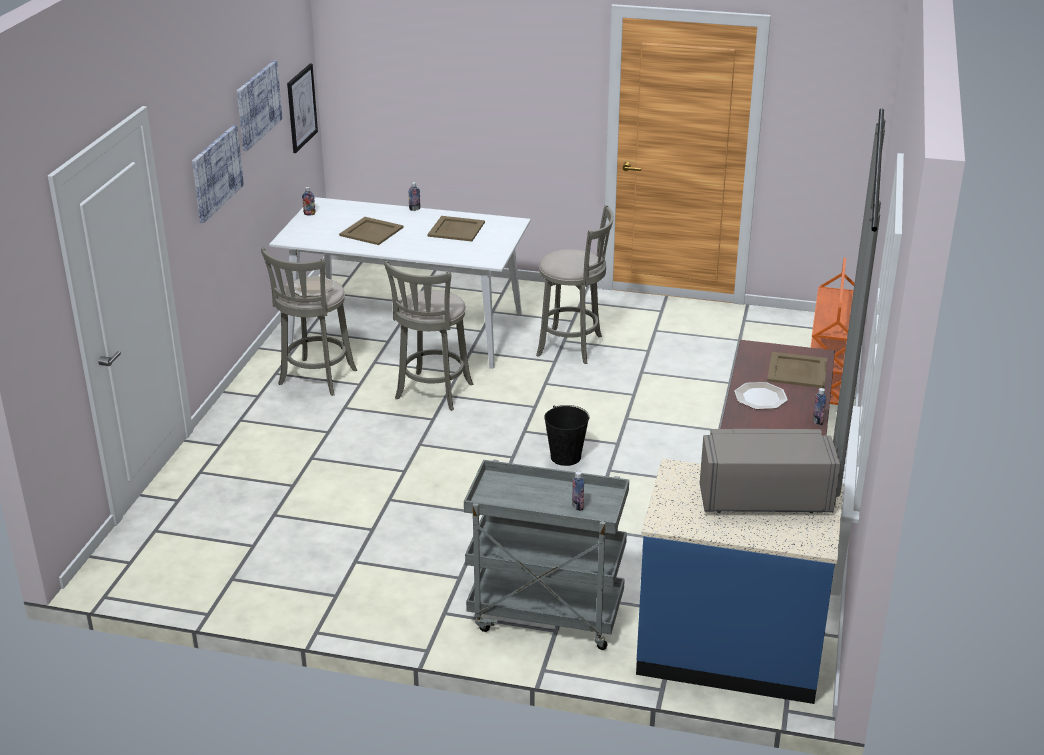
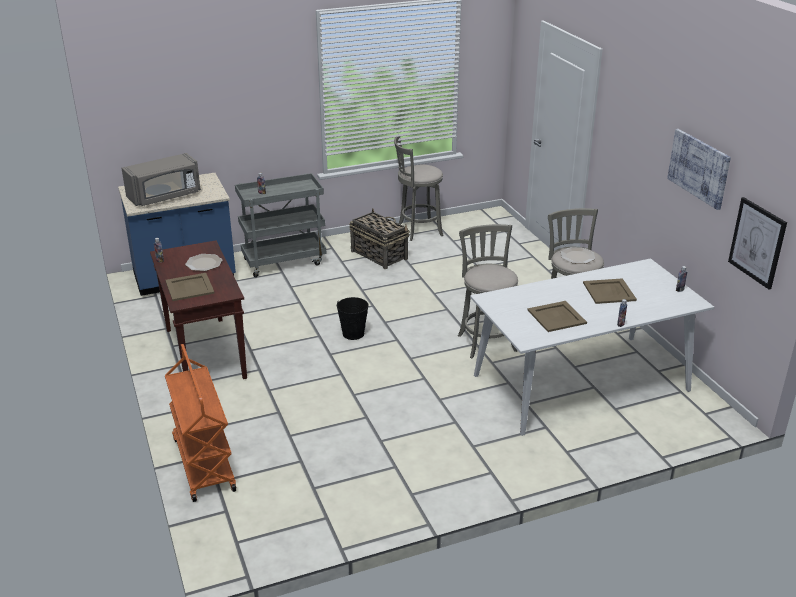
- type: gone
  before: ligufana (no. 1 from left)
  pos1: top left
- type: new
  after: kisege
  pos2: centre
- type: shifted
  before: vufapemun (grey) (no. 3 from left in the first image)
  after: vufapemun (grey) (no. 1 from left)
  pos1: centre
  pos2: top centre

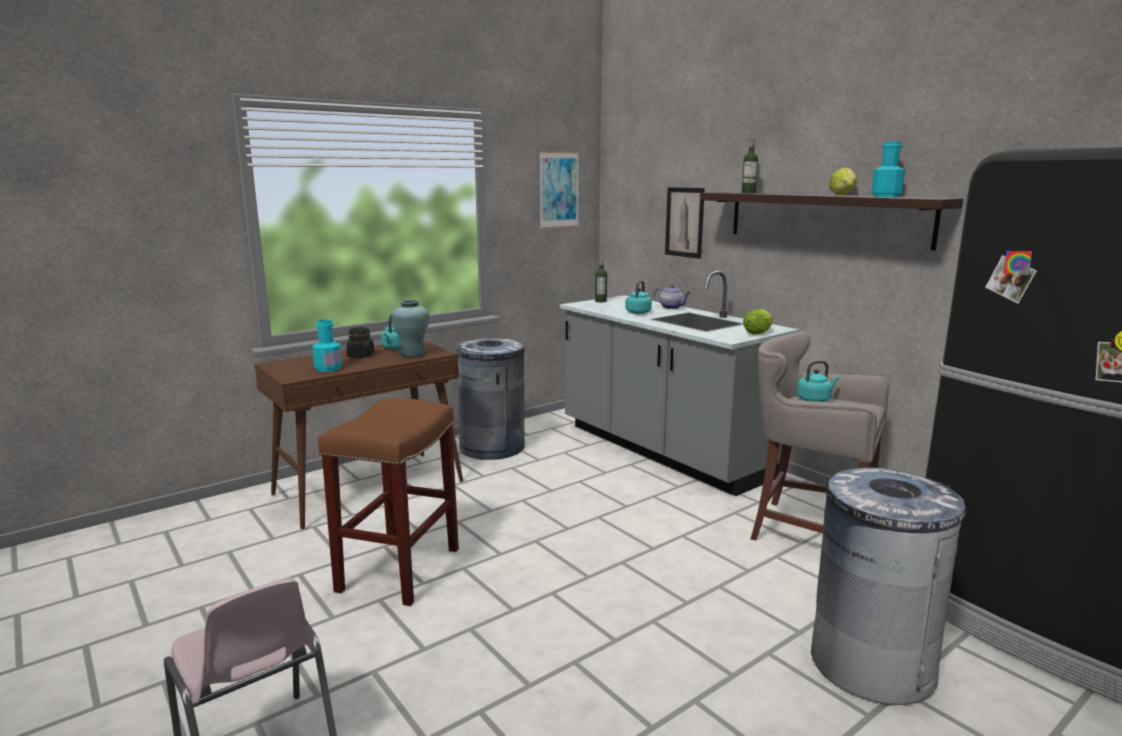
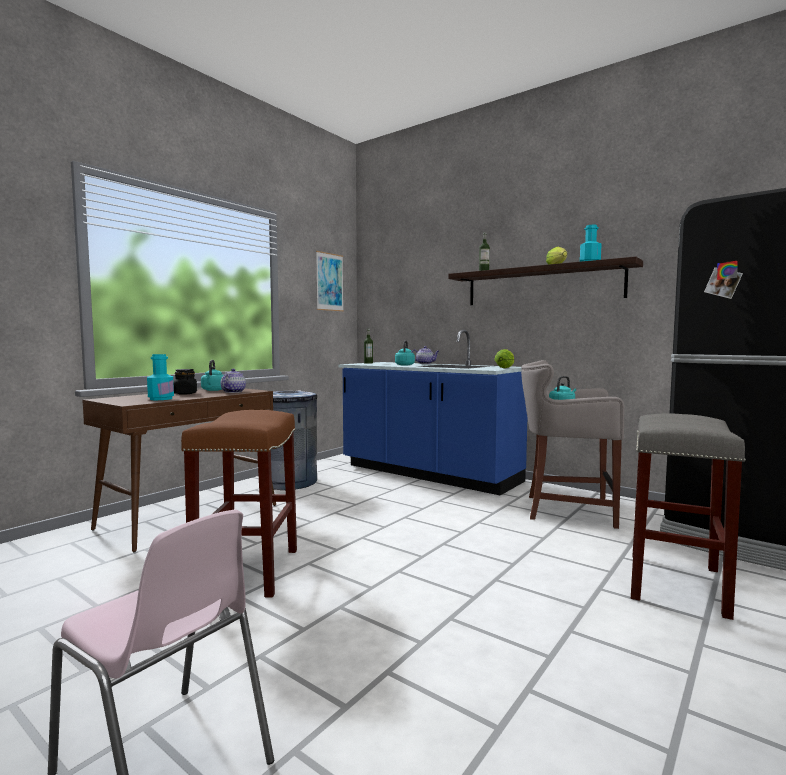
- type: gone
  before: ligufana (no. 2 from left)
  pos1: top centre
- type: swapped
  before: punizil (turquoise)
  after: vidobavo (no. 1 from left)
  pos1: centre
  pos2: middle left
- type: swapped
  before: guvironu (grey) (no. 2 from left)
  after: vufapemun (grey) (no. 2 from left)
  pos1: bottom right
  pos2: middle right
- type: repainted
  before: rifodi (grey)
  after: rifodi (blue)
  pos1: centre
  pos2: centre

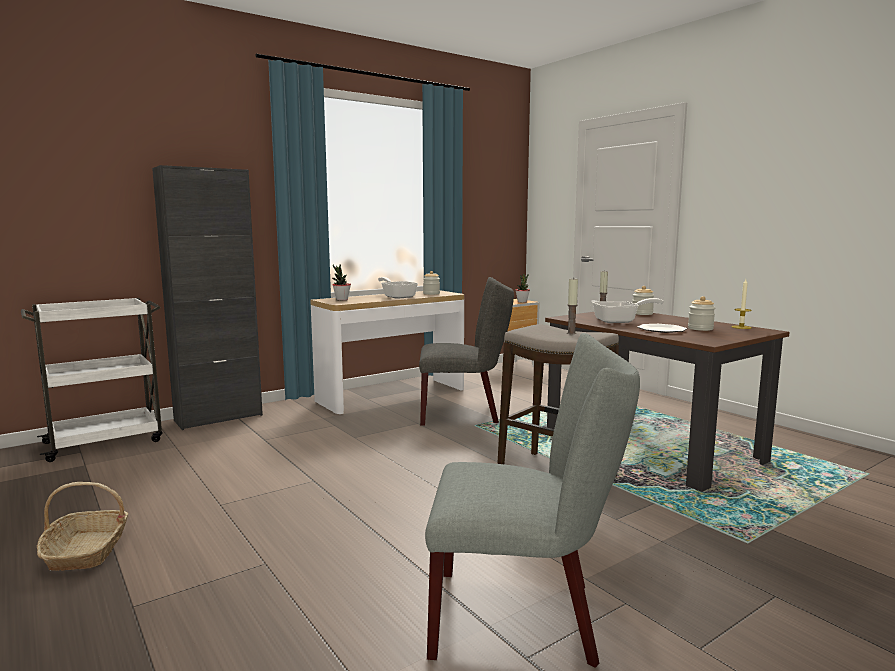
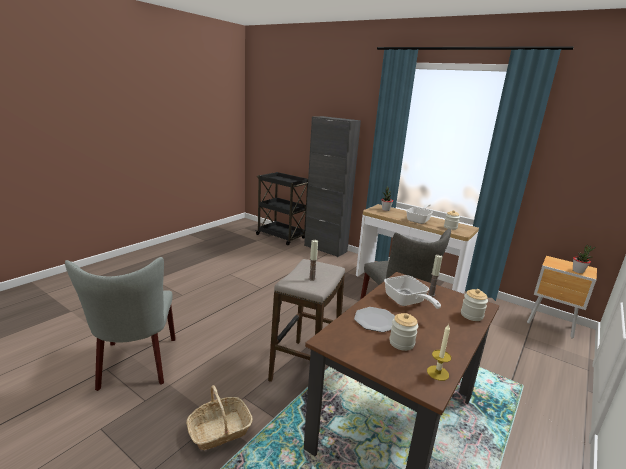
- type: shifted
  before: kisege
  pos1: bottom left
  pos2: bottom centre
- type: repainted
  before: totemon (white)
  after: totemon (black)
  pos1: middle left
  pos2: centre

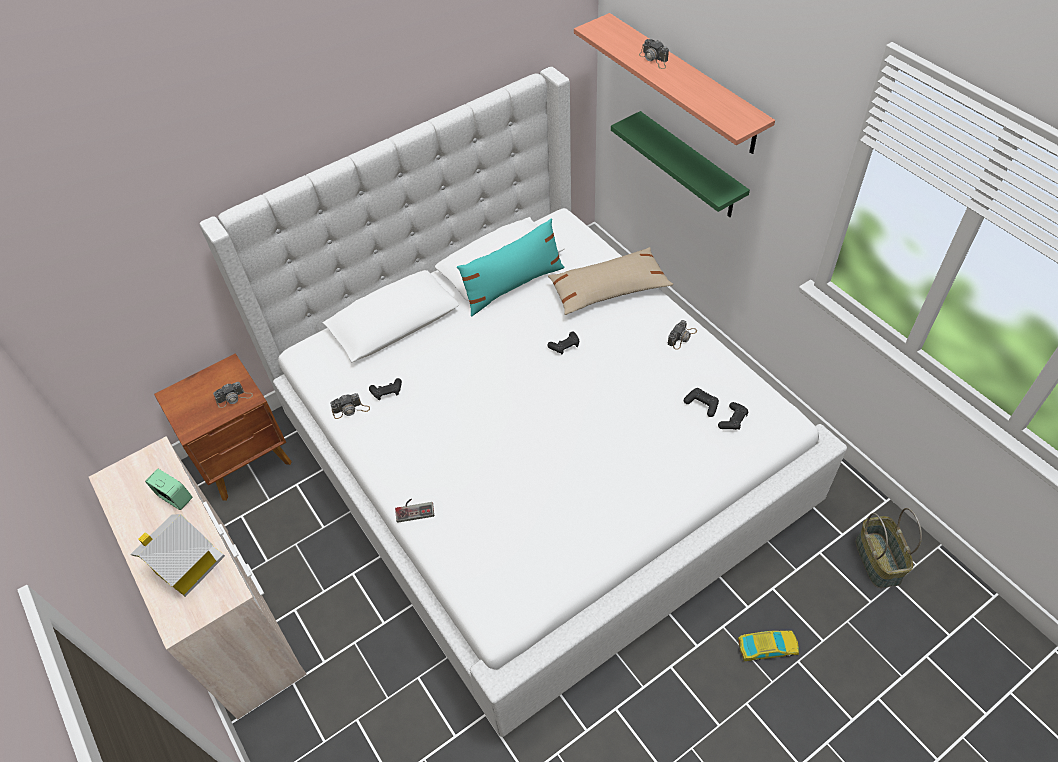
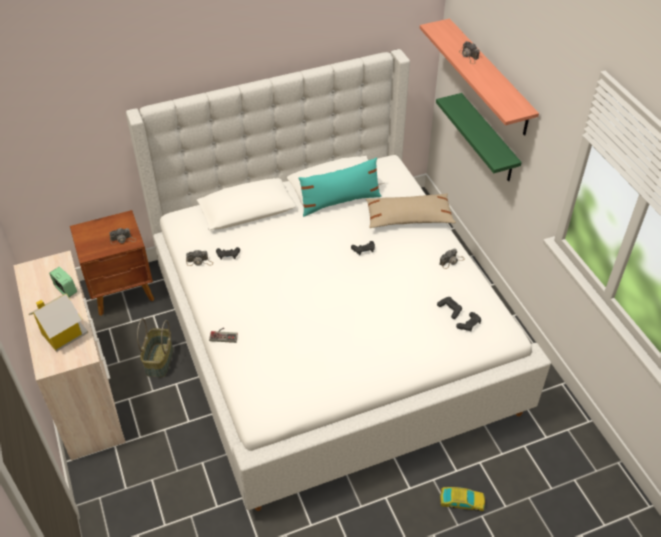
- type: shifted
  before: kisege
  pos1: bottom right
  pos2: middle left

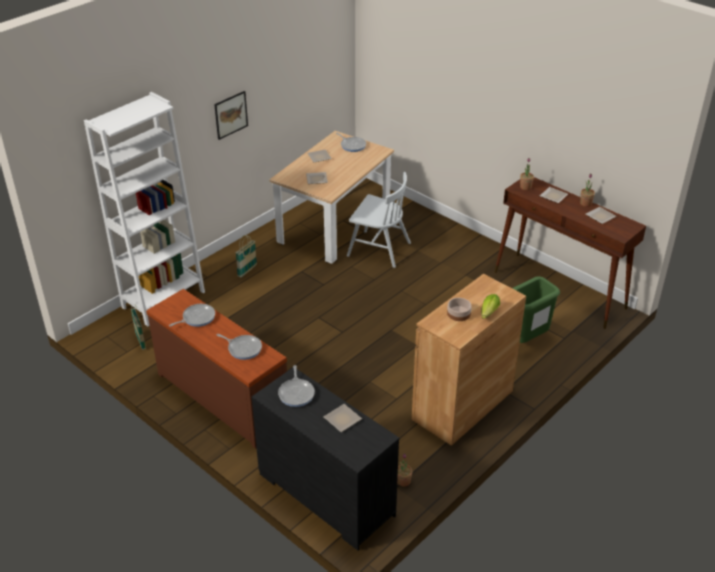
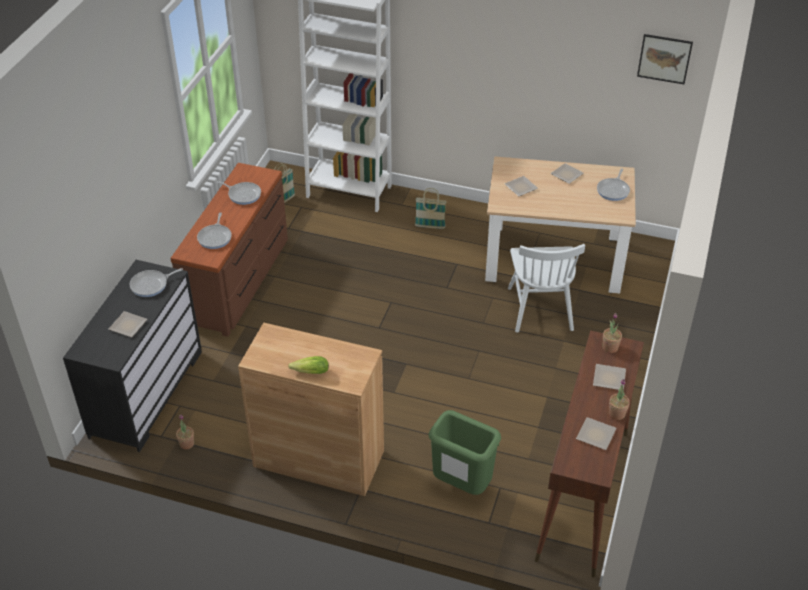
- type: gone
  before: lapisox
  pos1: centre
- type: shifted
  before: ligufana
  pos1: top left
  pos2: top right

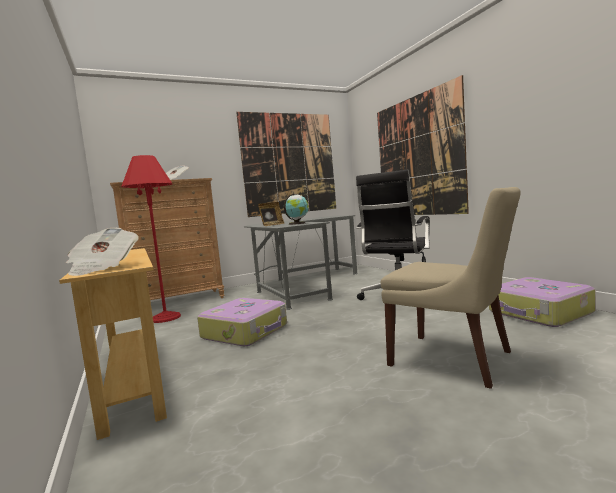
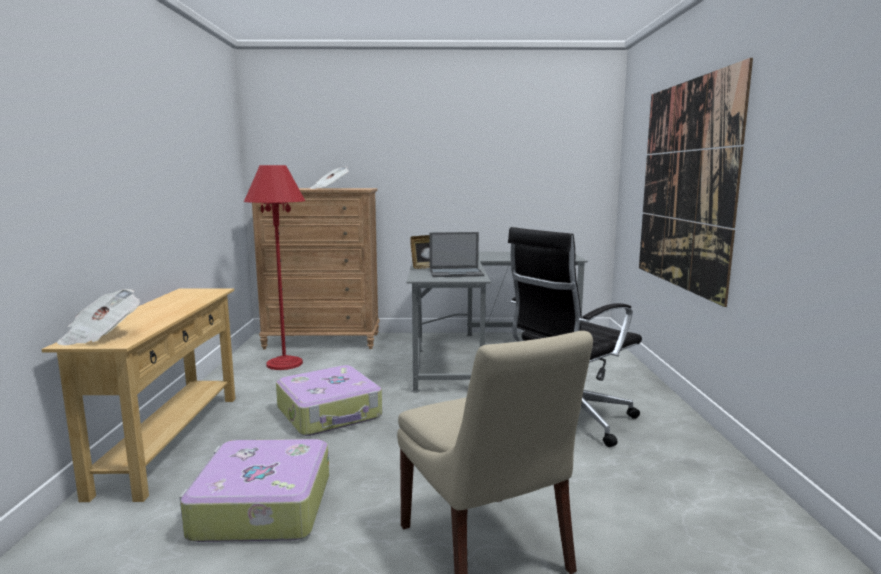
- type: gone
  before: ligufana (no. 1 from left)
  pos1: top centre
- type: shifted
  before: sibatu (no. 2 from left in the first image)
  after: sibatu (no. 1 from left)
  pos1: middle right
  pos2: bottom left
- type: swapped
  before: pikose
  after: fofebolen
  pos1: centre
  pos2: centre

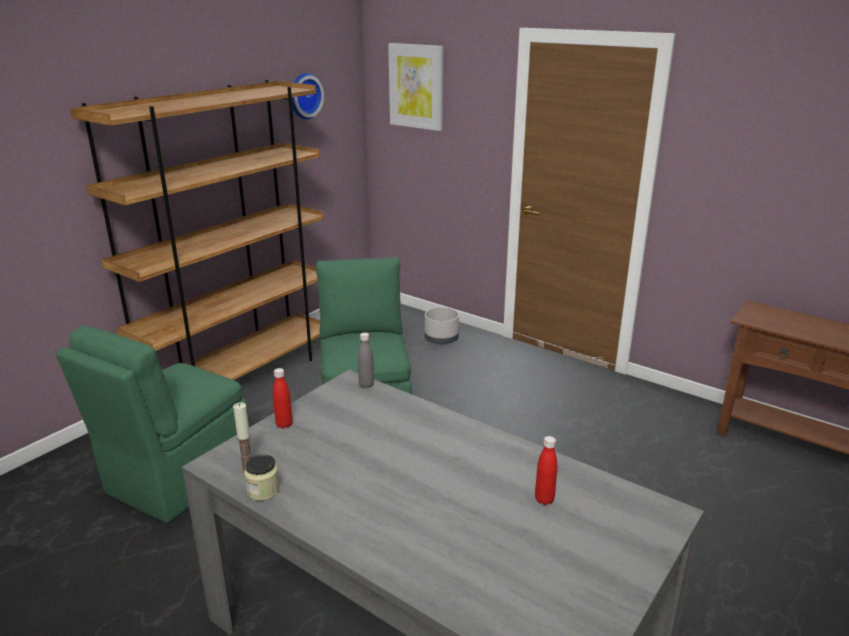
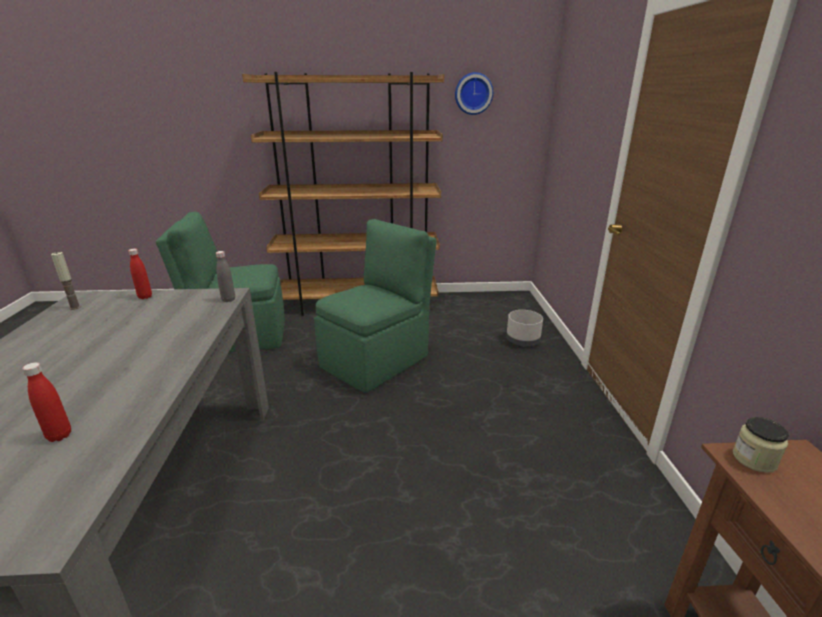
- type: gone
  before: ligufana
  pos1: top centre
- type: shifted
  before: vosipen
  pos1: bottom left
  pos2: bottom right

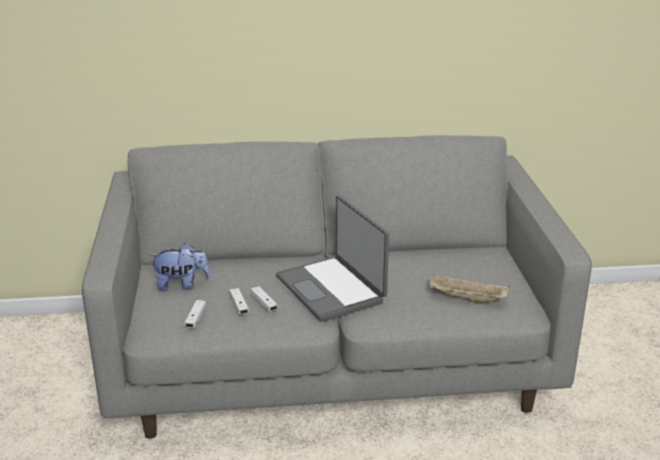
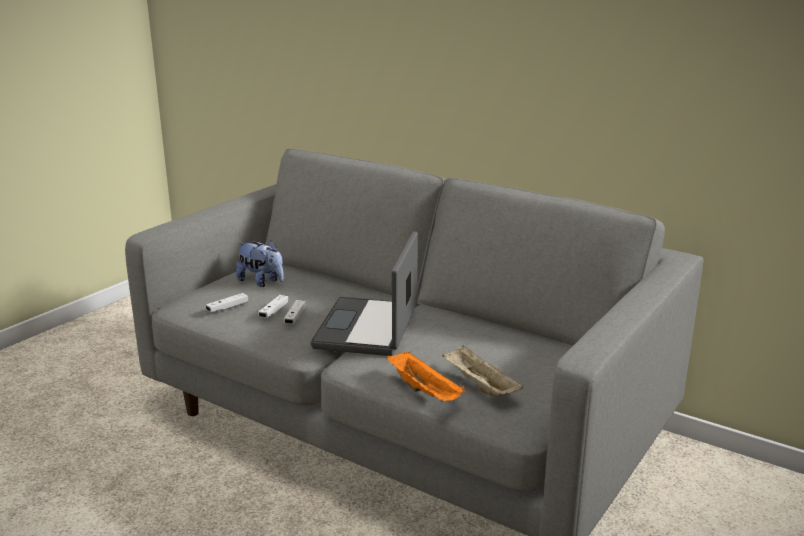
- type: new
  after: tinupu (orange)
  pos2: bottom centre

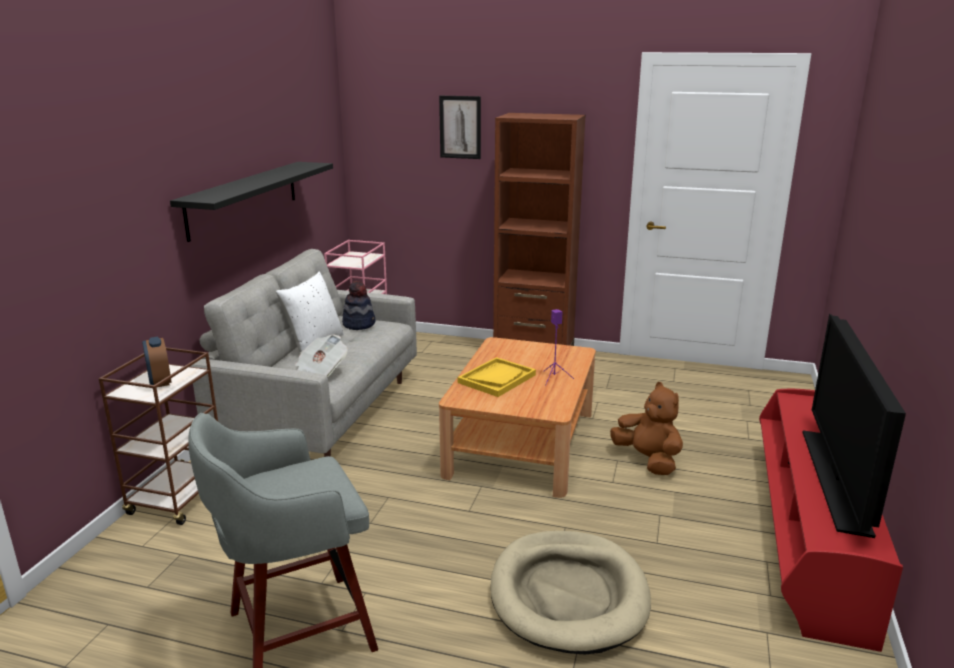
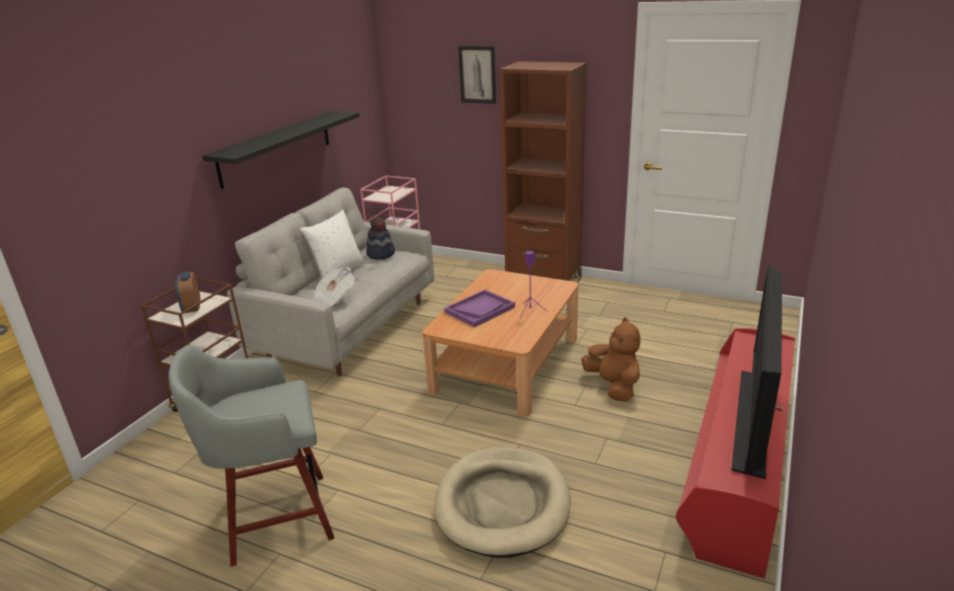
- type: repainted
  before: tinupu (yellow)
  after: tinupu (purple)
  pos1: centre
  pos2: centre

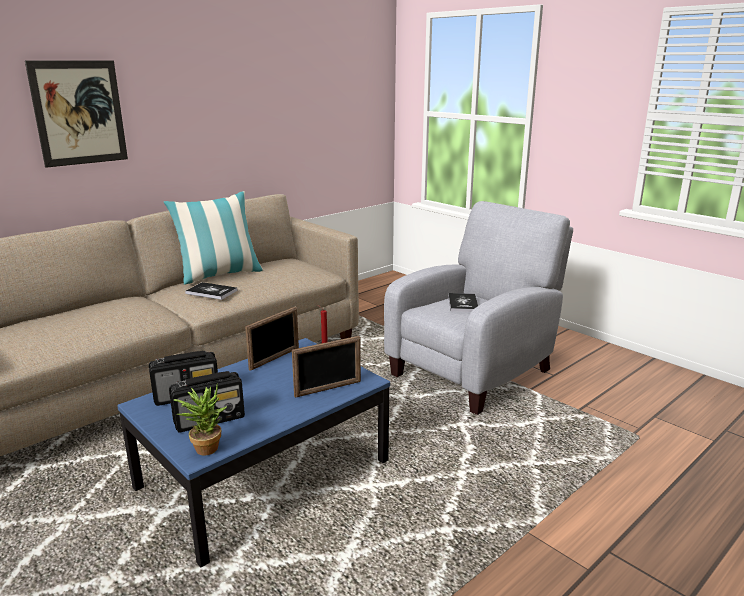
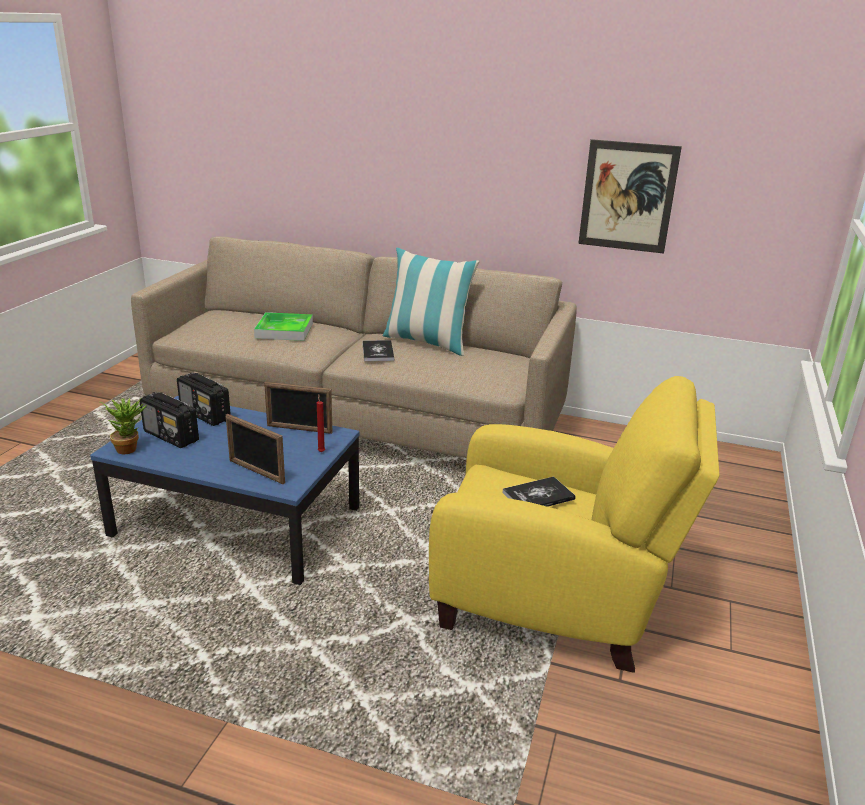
- type: new
  after: tinupu
  pos2: middle left
- type: shifted
  before: ligufana
  pos1: top left
  pos2: top right
- type: repainted
  before: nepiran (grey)
  after: nepiran (yellow)
  pos1: centre
  pos2: centre

